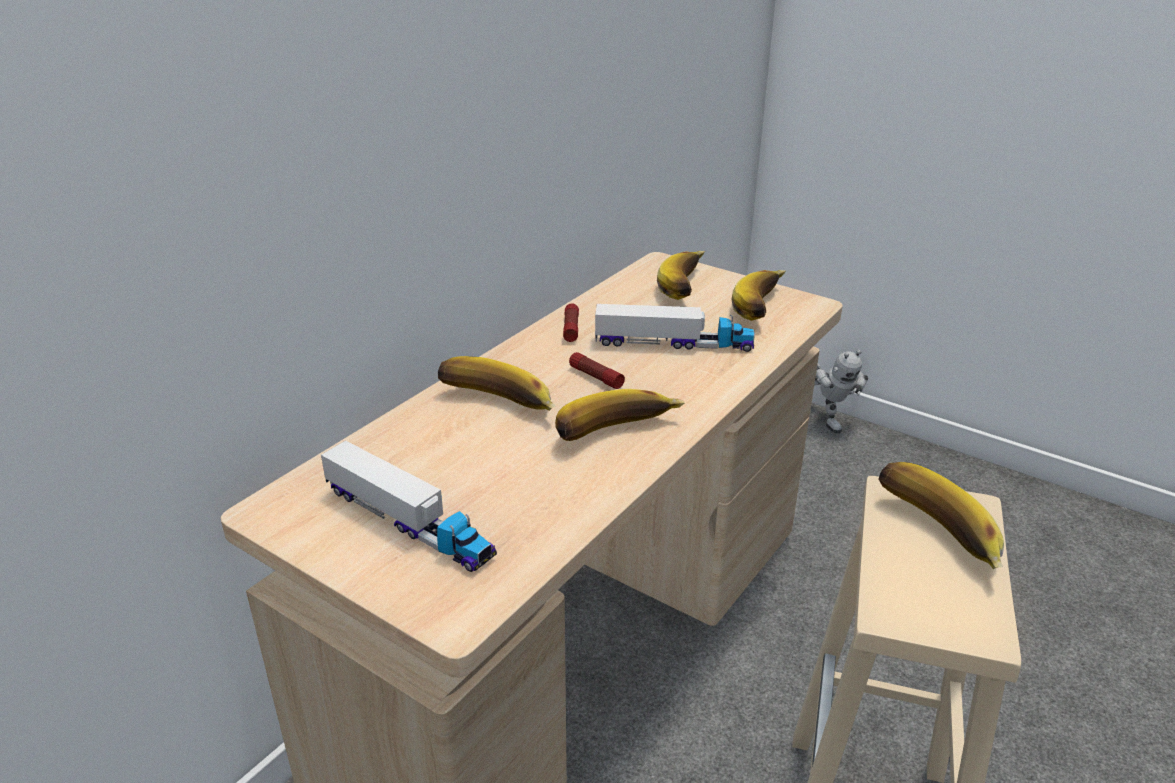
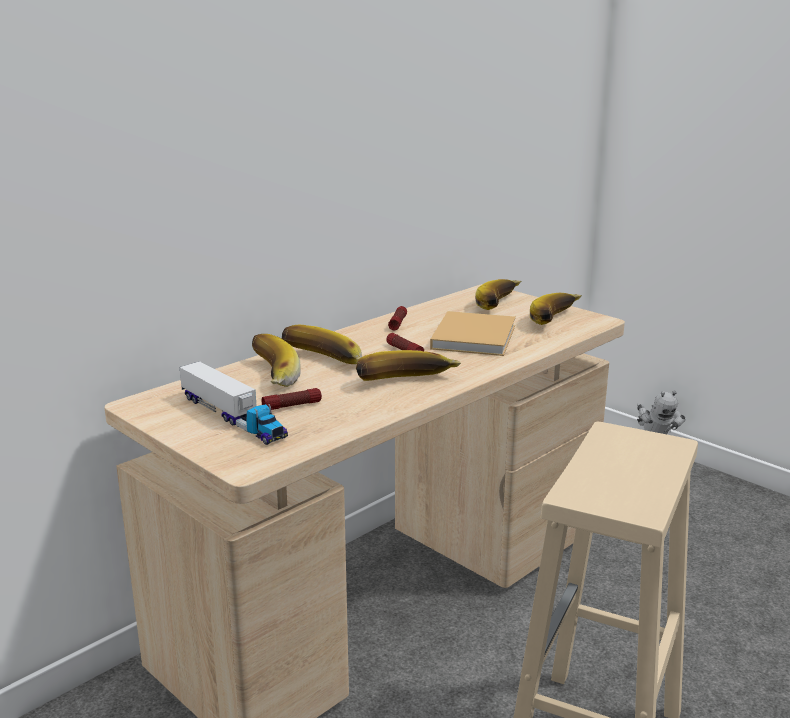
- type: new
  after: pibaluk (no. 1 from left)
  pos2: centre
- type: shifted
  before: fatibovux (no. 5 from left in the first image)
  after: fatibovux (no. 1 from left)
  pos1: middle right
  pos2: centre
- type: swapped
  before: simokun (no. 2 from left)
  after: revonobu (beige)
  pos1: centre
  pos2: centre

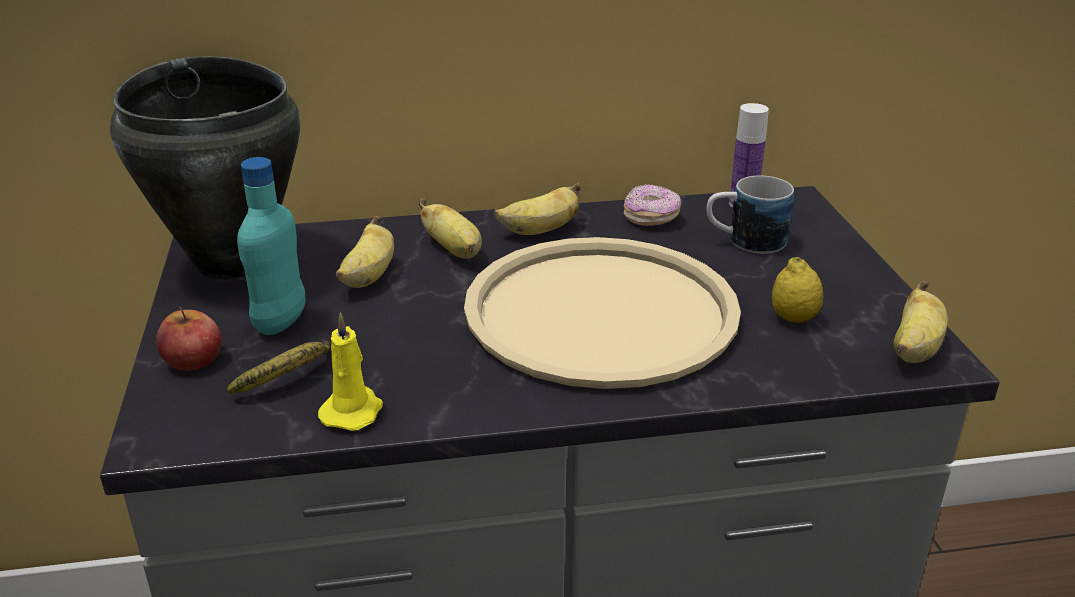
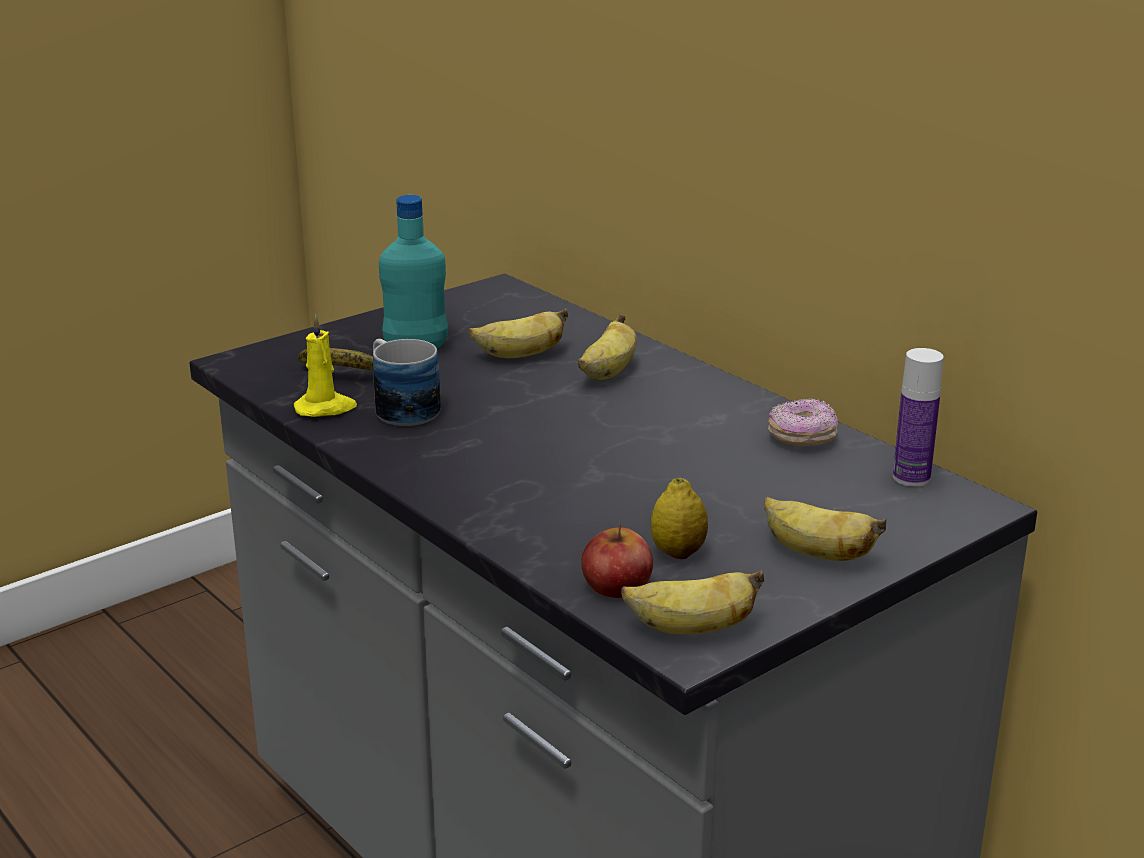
- type: gone
  before: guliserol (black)
  pos1: top left
- type: gone
  before: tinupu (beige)
  pos1: centre
- type: shifted
  before: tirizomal
  pos1: middle left
  pos2: centre
- type: shifted
  before: fatibovux (no. 4 from left in the first image)
  after: fatibovux (no. 5 from left)
  pos1: centre
  pos2: middle right
- type: shifted
  before: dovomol
  pos1: middle right
  pos2: centre

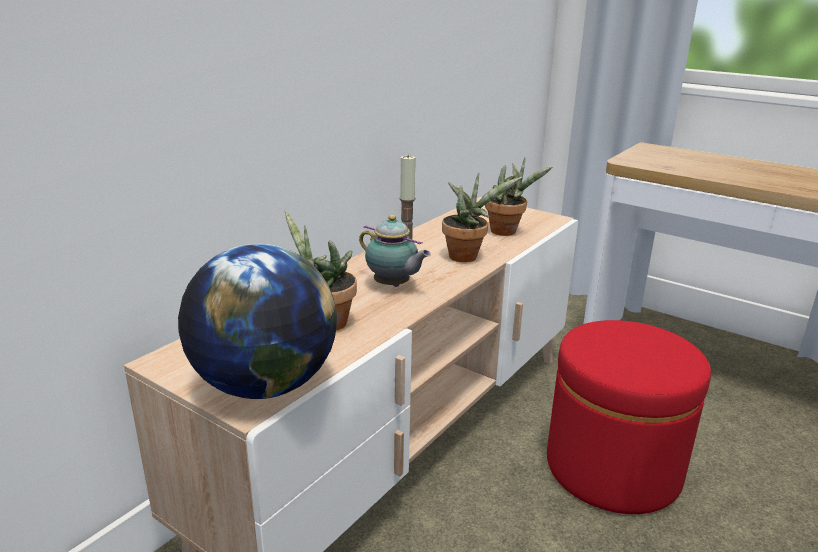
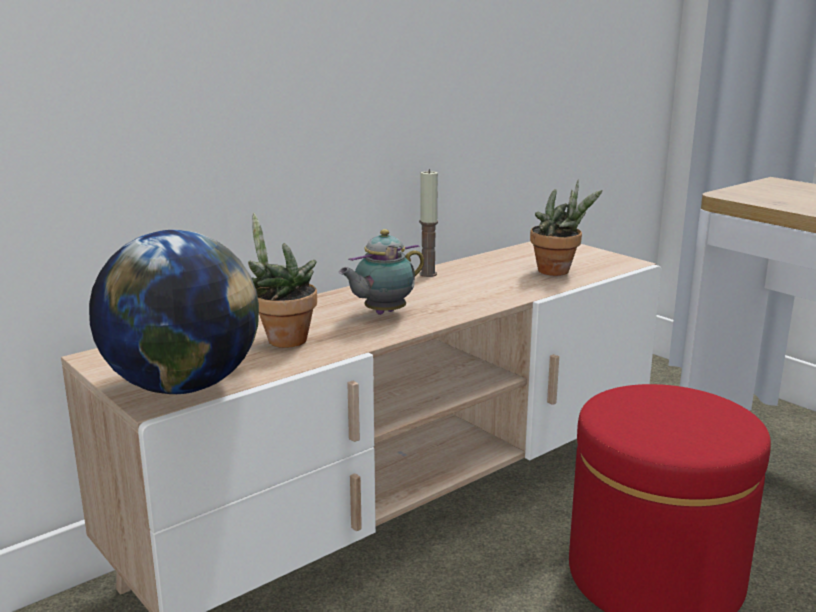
- type: gone
  before: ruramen (no. 2 from left)
  pos1: centre
- type: rotated
  before: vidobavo
  pos1: centre
  pos2: centre
  turn: 90

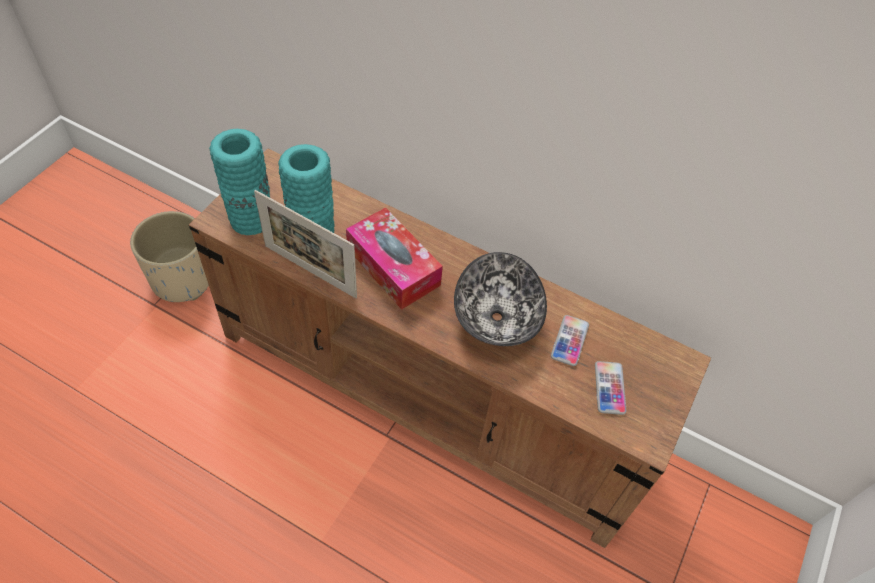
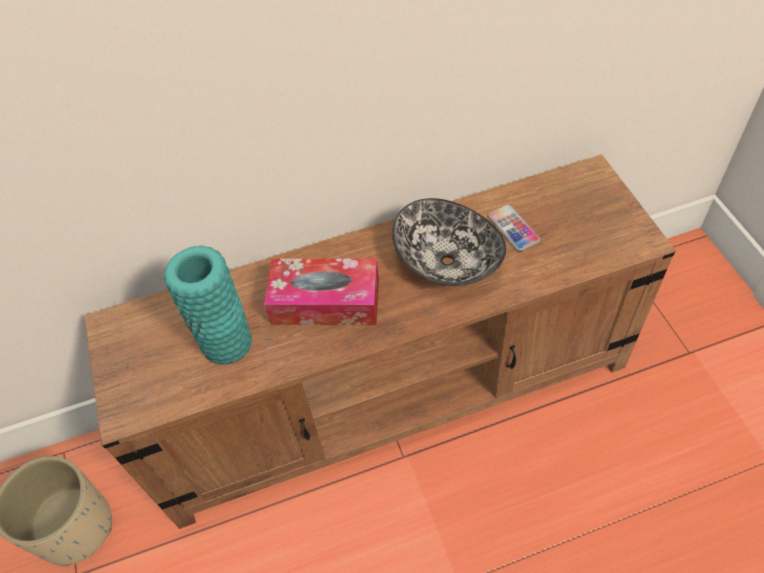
- type: gone
  before: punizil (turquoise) (no. 1 from left)
  pos1: top left
- type: gone
  before: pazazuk
  pos1: centre
- type: gone
  before: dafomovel (no. 2 from left)
  pos1: middle right

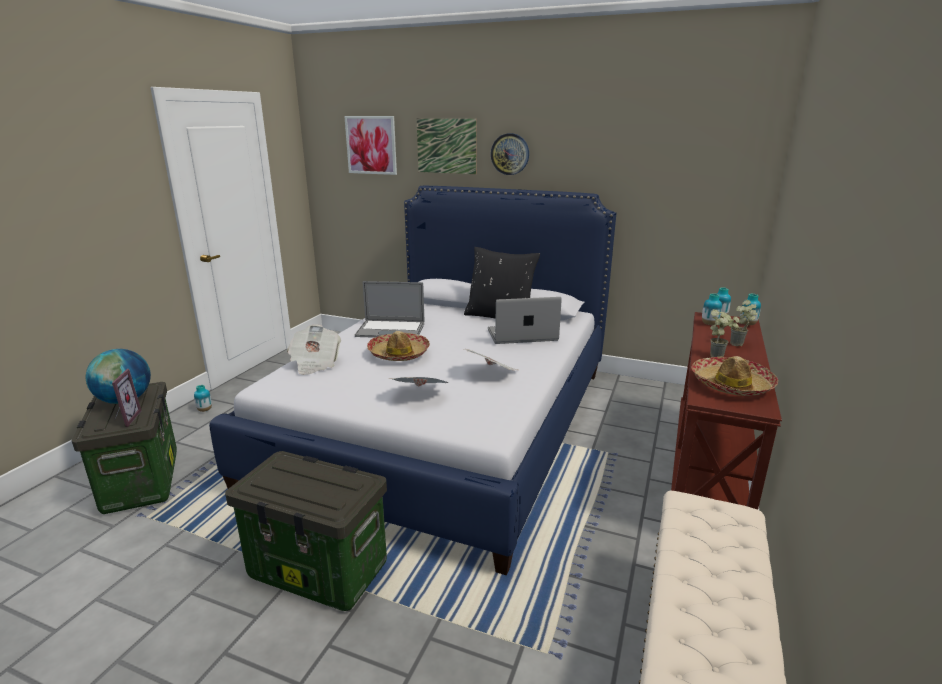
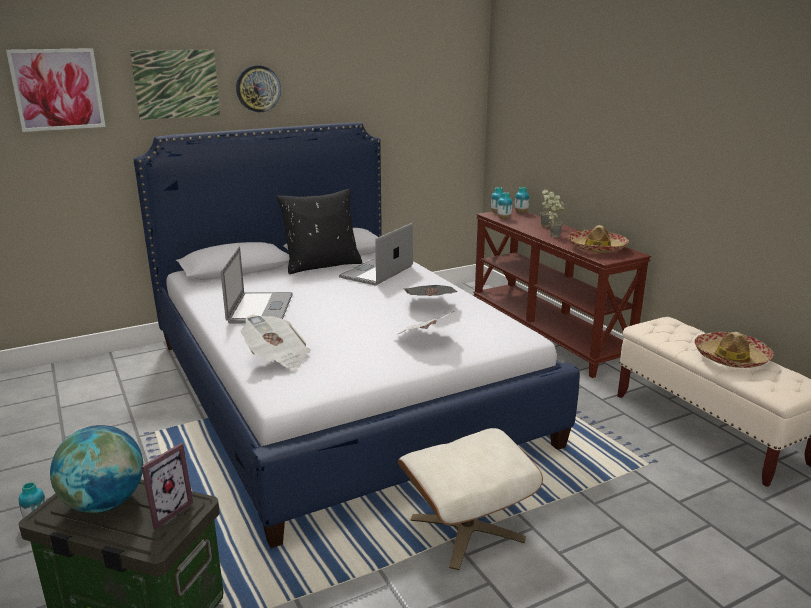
- type: shifted
  before: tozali (no. 1 from left in the first image)
  after: tozali (no. 2 from left)
  pos1: centre
  pos2: middle right
- type: swapped
  before: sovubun (no. 2 from left)
  after: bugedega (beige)
  pos1: bottom left
  pos2: bottom centre
- type: rotated
  before: pazazuk
  pos1: middle left
  pos2: bottom left
  turn: 90
- type: rotated
  before: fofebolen (no. 1 from left)
  pos1: centre
  pos2: middle left
  turn: -45

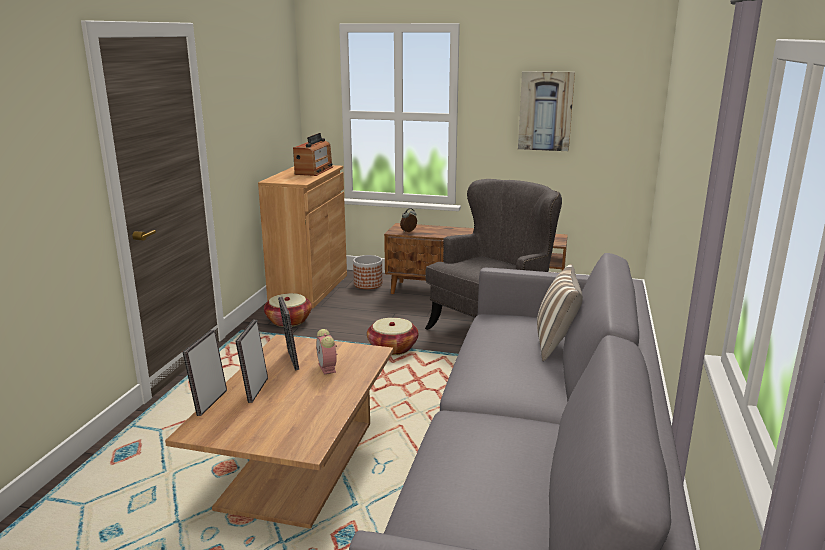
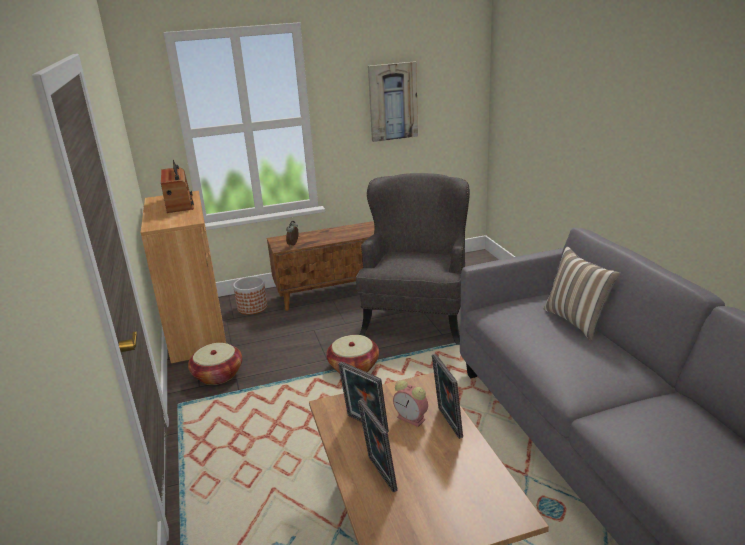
- type: shifted
  before: pazazuk (no. 1 from left in the first image)
  after: pazazuk (no. 3 from left)
  pos1: bottom left
  pos2: bottom centre

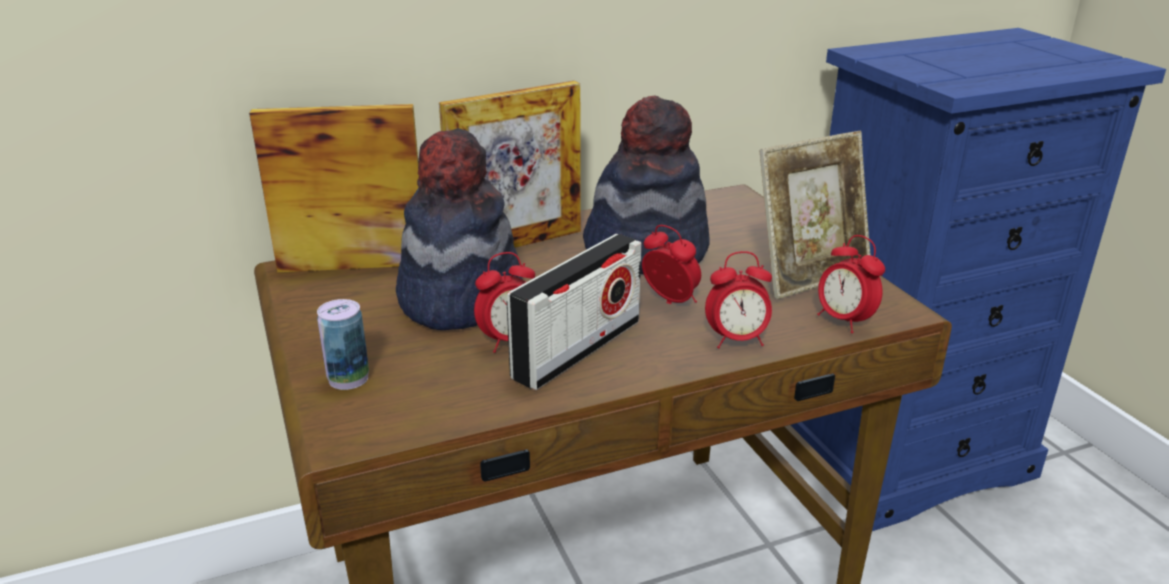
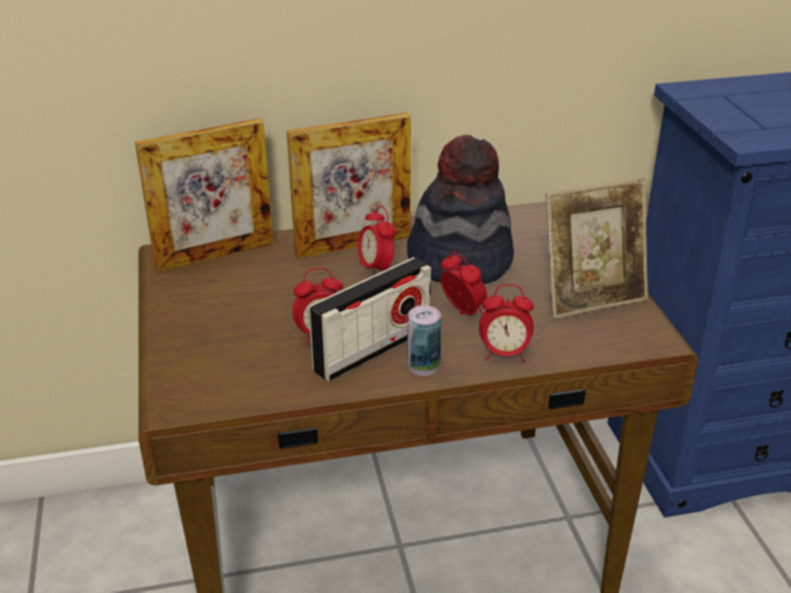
- type: gone
  before: tozali (no. 1 from left)
  pos1: centre
- type: shifted
  before: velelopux
  pos1: middle left
  pos2: centre
- type: shifted
  before: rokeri (no. 4 from left in the first image)
  after: rokeri (no. 2 from left)
  pos1: middle right
  pos2: centre
- type: rotated
  before: pazazuk (no. 1 from left)
  pos1: top left
  pos2: top left
  turn: 150

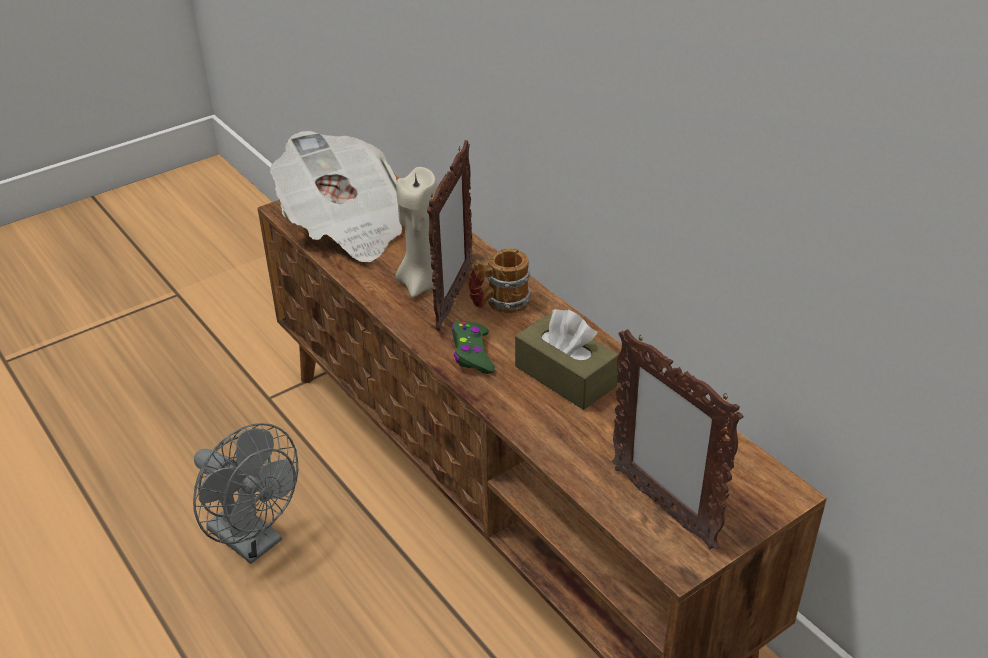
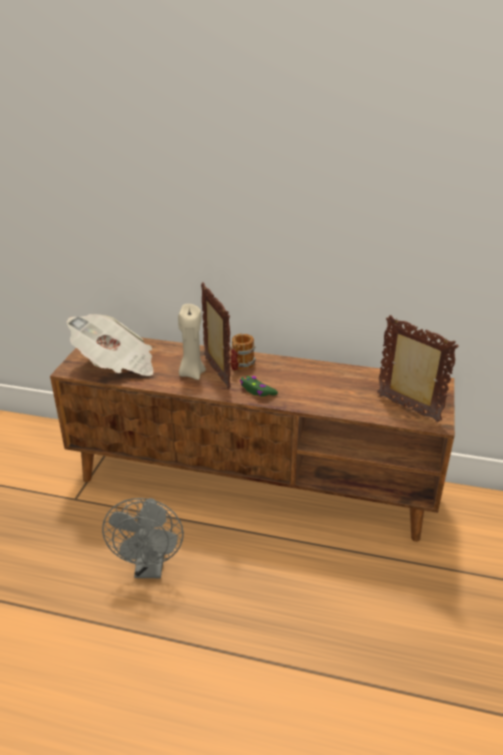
- type: gone
  before: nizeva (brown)
  pos1: centre
- type: rotated
  before: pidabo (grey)
  pos1: bottom left
  pos2: bottom left
  turn: 90
- type: rotated
  before: pazazuk (no. 2 from left)
  pos1: bottom right
  pos2: middle right
  turn: -150

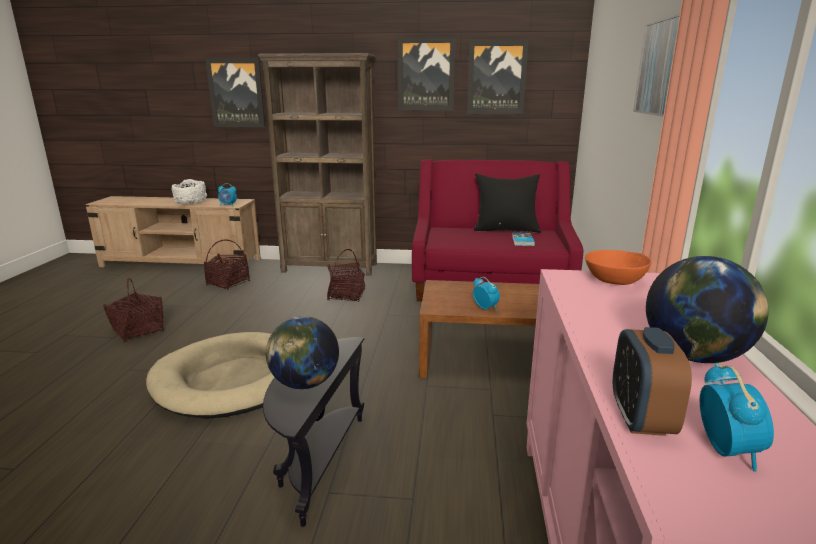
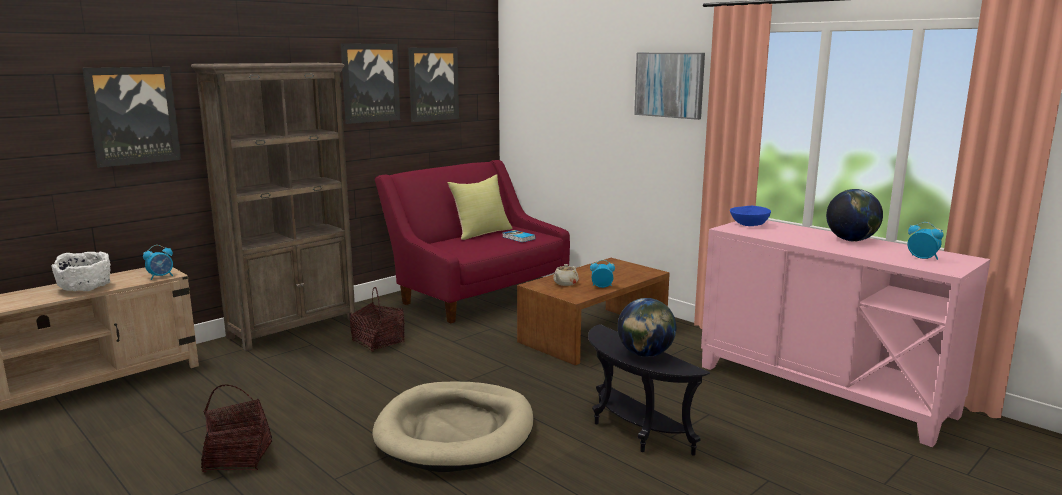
- type: gone
  before: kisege (no. 2 from left)
  pos1: middle left
- type: gone
  before: rokeri (no. 3 from left)
  pos1: bottom right
- type: new
  after: vidobavo (beige)
  pos2: centre
- type: repainted
  before: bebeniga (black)
  after: bebeniga (yellow)
  pos1: centre
  pos2: centre
- type: repainted
  before: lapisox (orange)
  after: lapisox (blue)
  pos1: middle right
  pos2: middle right

